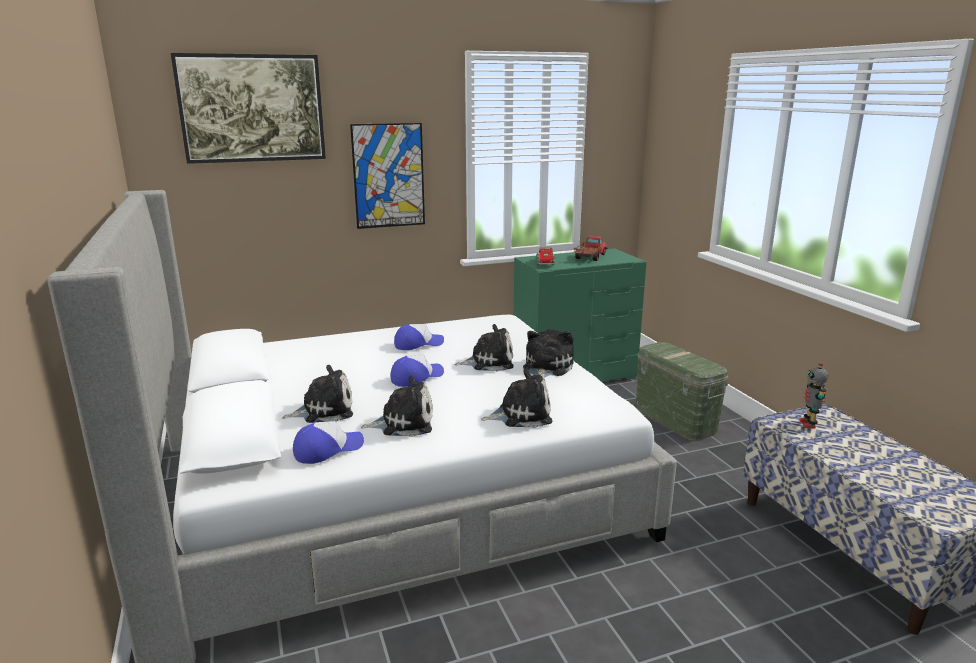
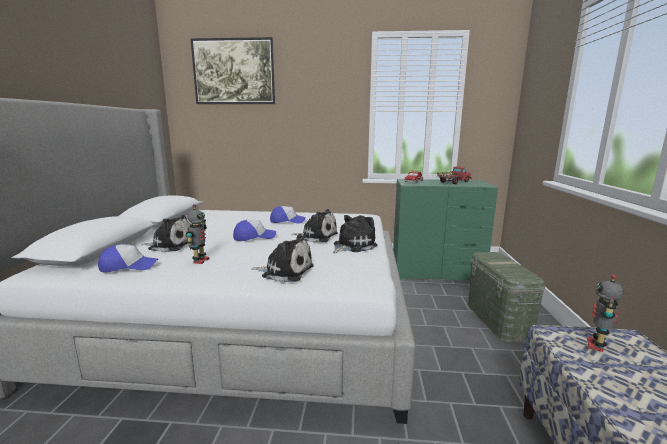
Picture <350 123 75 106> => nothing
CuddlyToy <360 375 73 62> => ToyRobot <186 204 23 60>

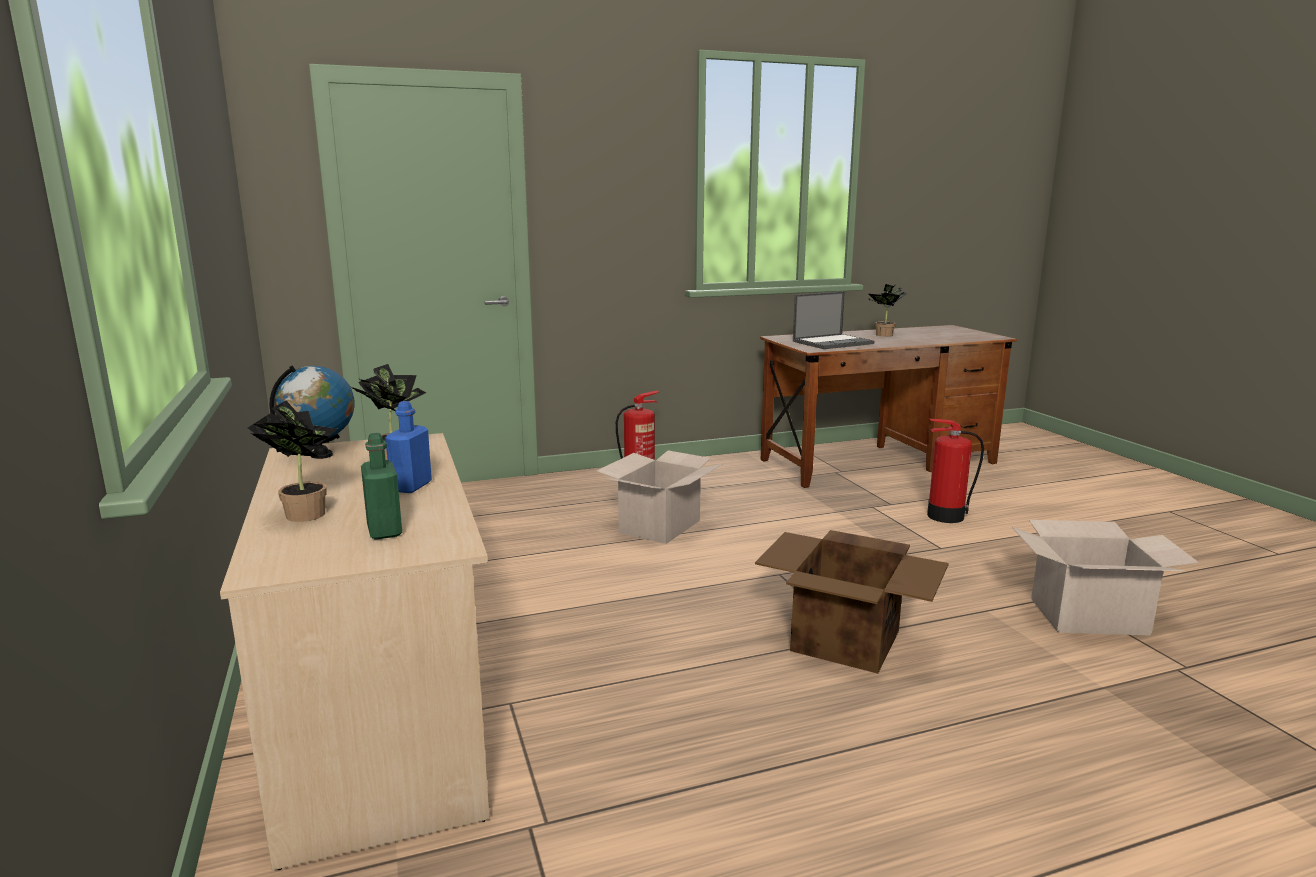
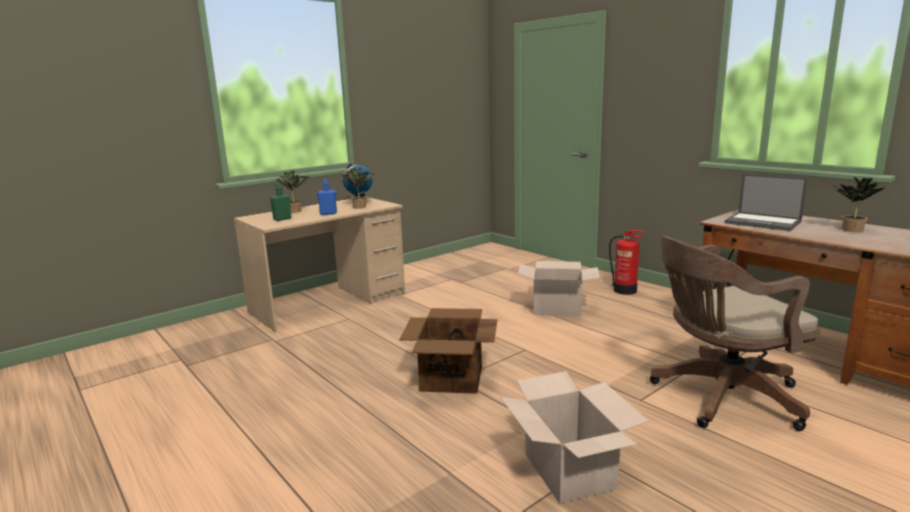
FireFightingCylinder <927 418 57 105> => BrownColouredComputerChair <650 235 171 196>

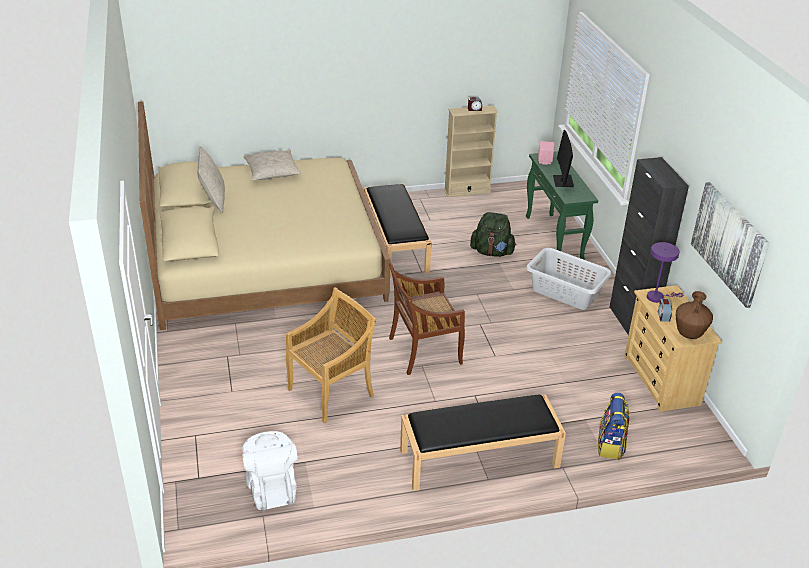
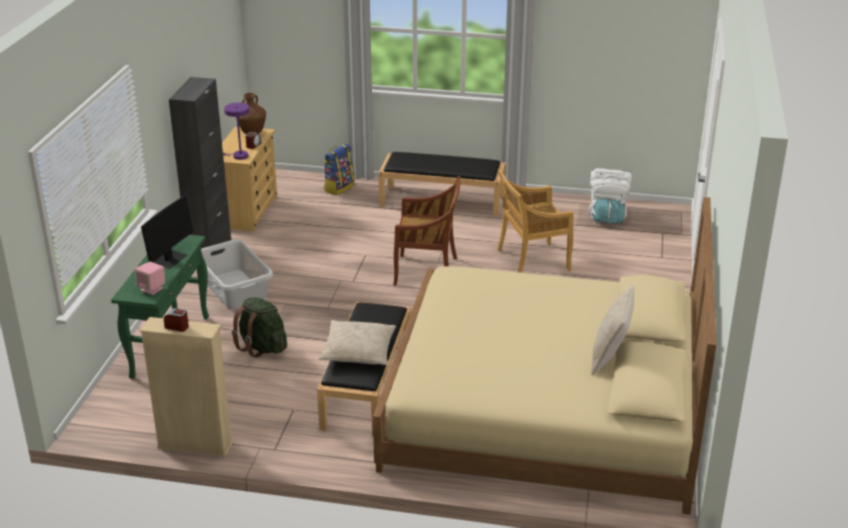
Picture <691 182 78 126> => nothing
SandColouredPillow <244 150 57 30> => SandColouredPillow <319 320 77 45>, relocated

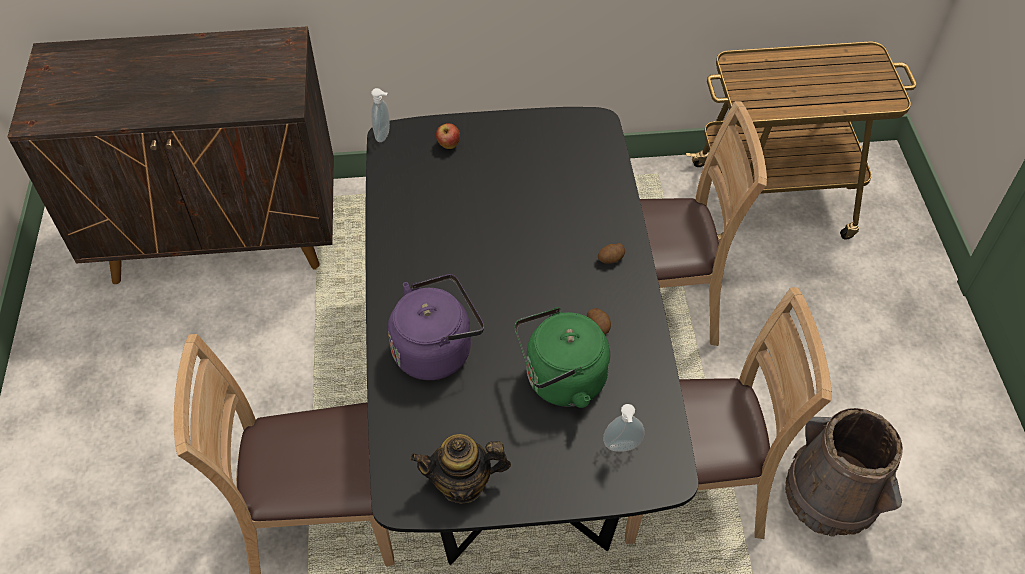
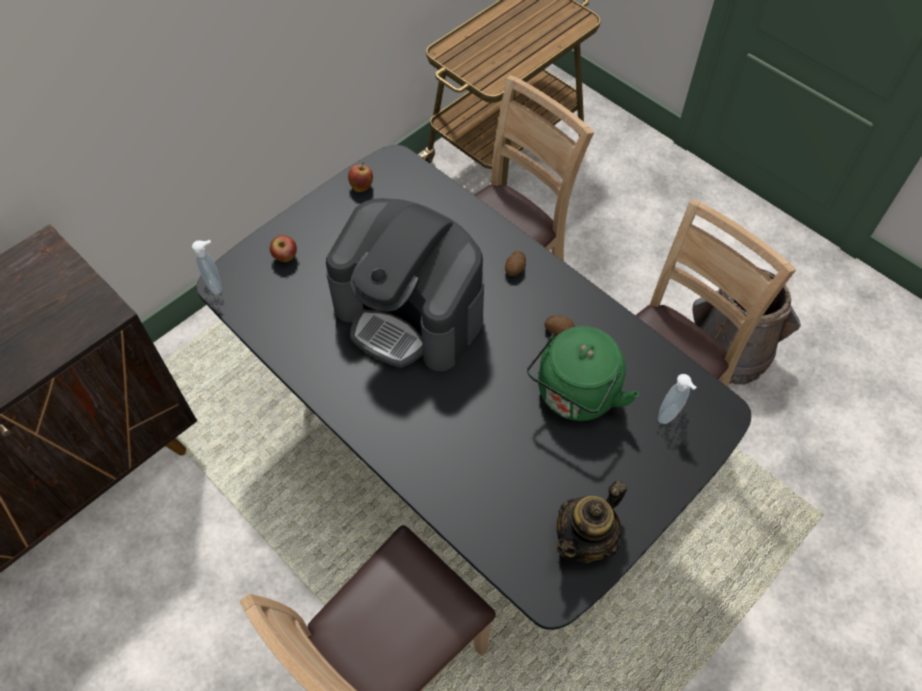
PurplishKettle <388 274 96 106> => nothing
nothing => CoffeeMachine <326 198 158 173>
nothing => WholeApple <348 162 25 30>

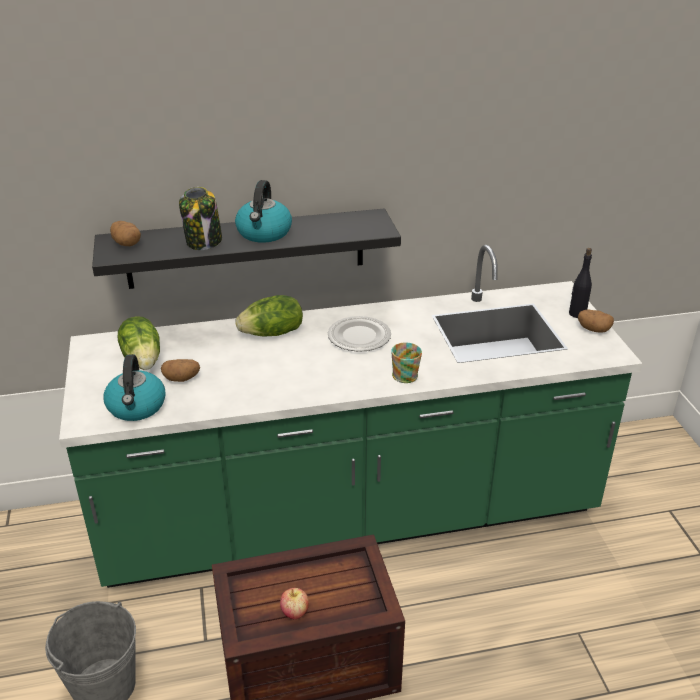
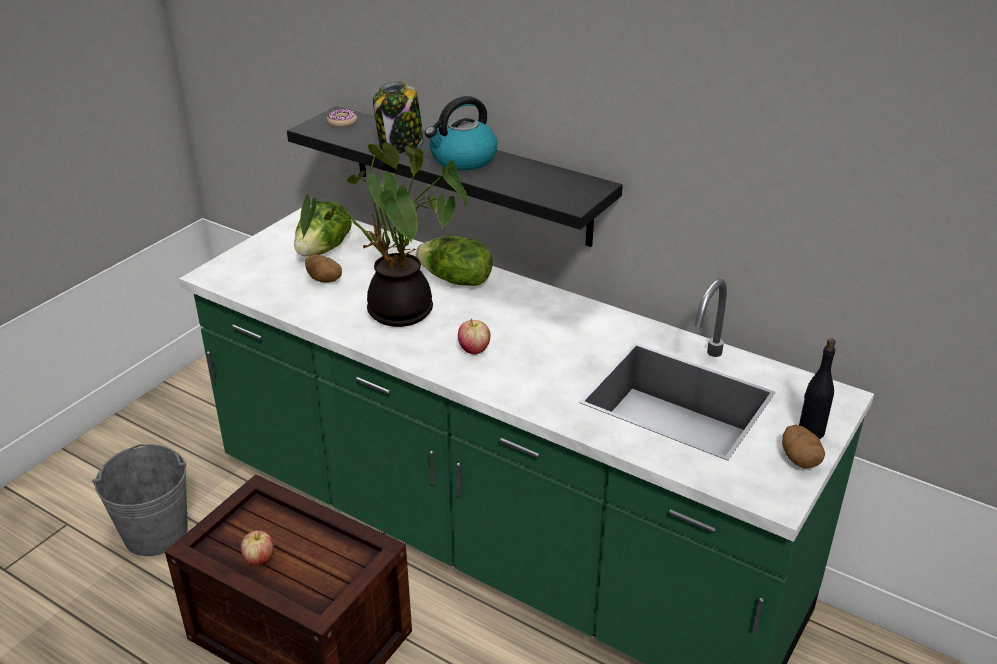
Kettle <104 354 62 67> => nothing
DinnerPlate <328 316 63 36> => nothing
Mug <391 343 31 40> => nothing
nothing => PottedPlant <300 143 168 184>
nothing => WholeApple <458 318 32 37>
Potato <110 221 31 25> => Donut <327 109 30 18>

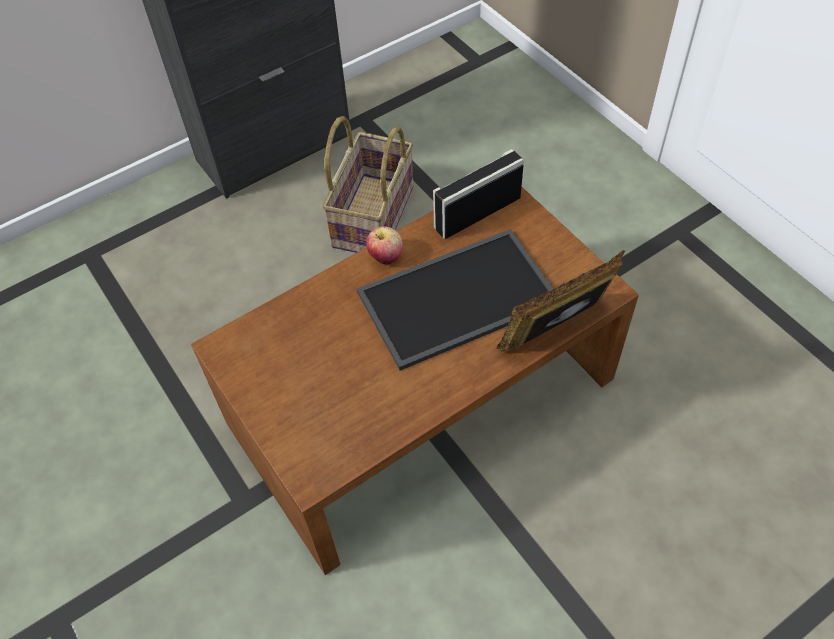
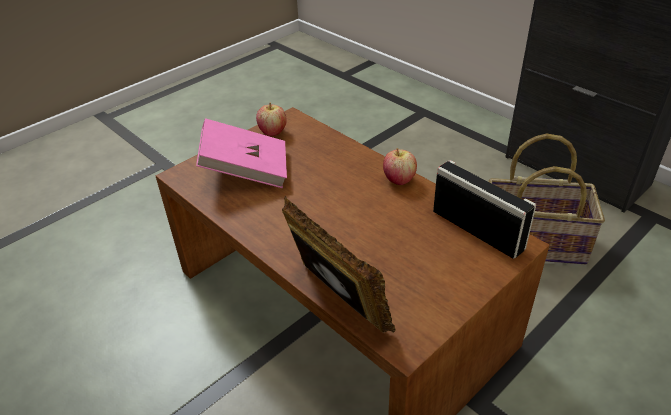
Tray <357 229 196 141> => nothing
nothing => PinkVolume <196 118 91 70>
nothing => WholeApple <256 103 31 33>

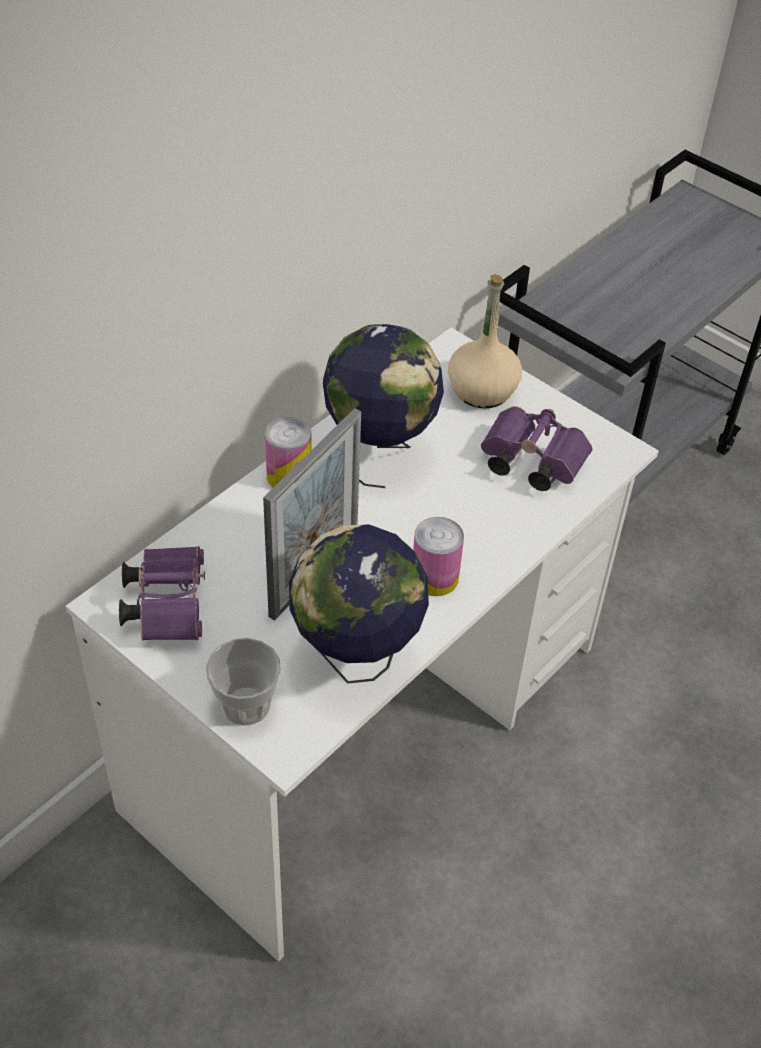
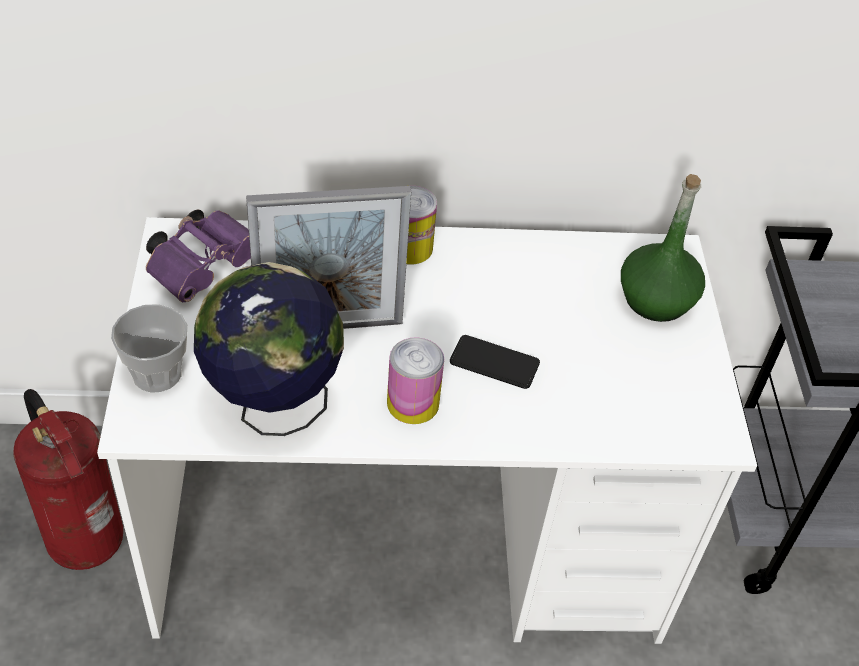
DeskGlobe <323 324 121 164> => nothing
PurplishPairOfBinoculars <481 406 111 85> => nothing
nothing => FireFightingCylinder <13 389 110 181>
nothing => Telephone <450 335 90 54>
SandColouredBeverageBottle <448 274 74 135> => GreenBeverageBottle <621 174 84 148>

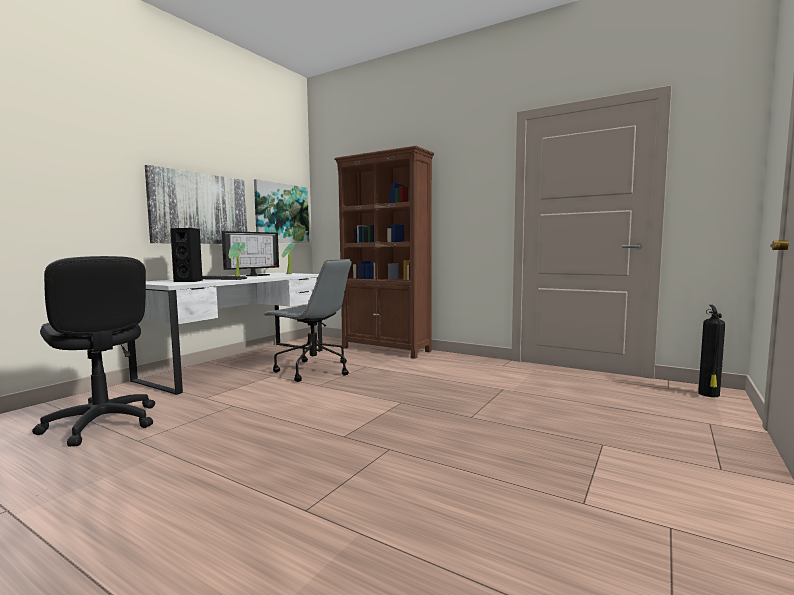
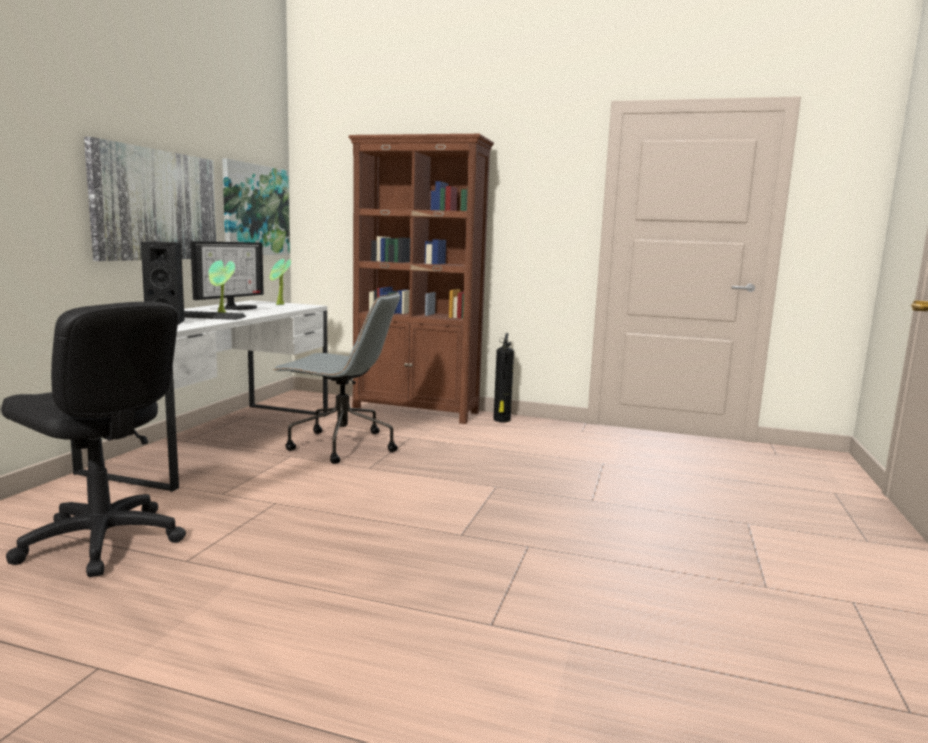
FireFightingCylinder <698 305 27 92> => FireFightingCylinder <493 333 21 89>, relocated

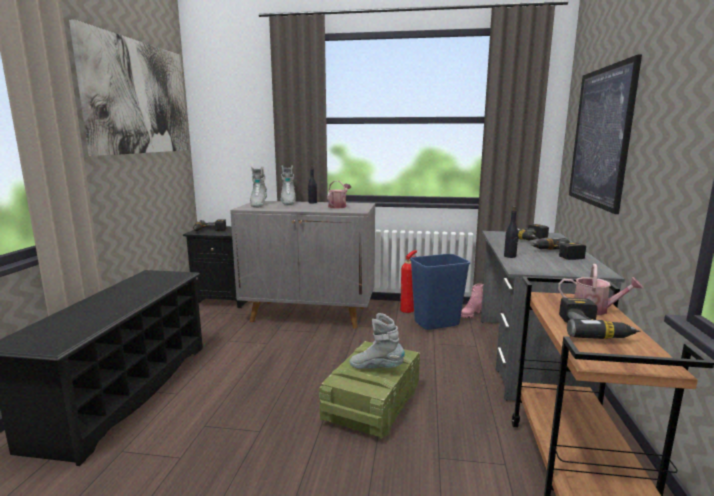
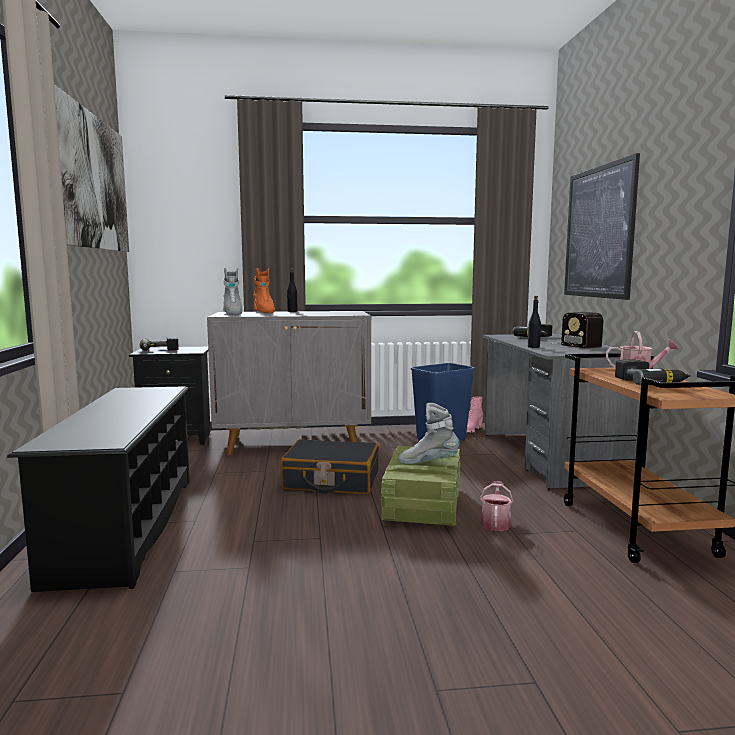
FireFightingCylinder <400 250 17 63> => nothing
nothing => BlackColouredSuitcase <280 439 99 55>
WateringPot <327 181 24 27> => WateringPot <480 481 33 50>, relocated
PowerDrill <531 238 55 22> => Radio <550 312 53 37>
GreyBoot <280 165 16 40> => OrangeColouredBoot <253 268 22 45>

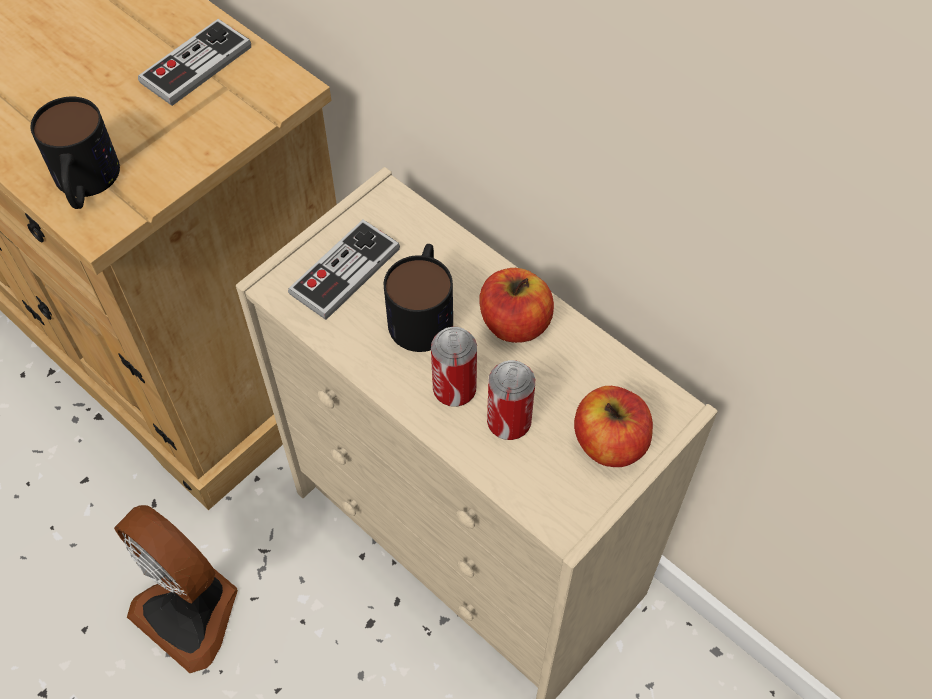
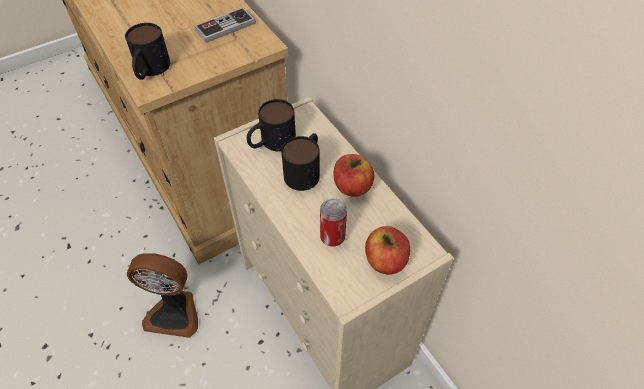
SealedCan <431 327 46 80> => nothing
Joypad <288 220 112 100> => Mug <247 99 49 52>
ElectricFan <114 505 124 168> => ElectricFan <127 253 71 85>, 45 degrees counterclockwise

